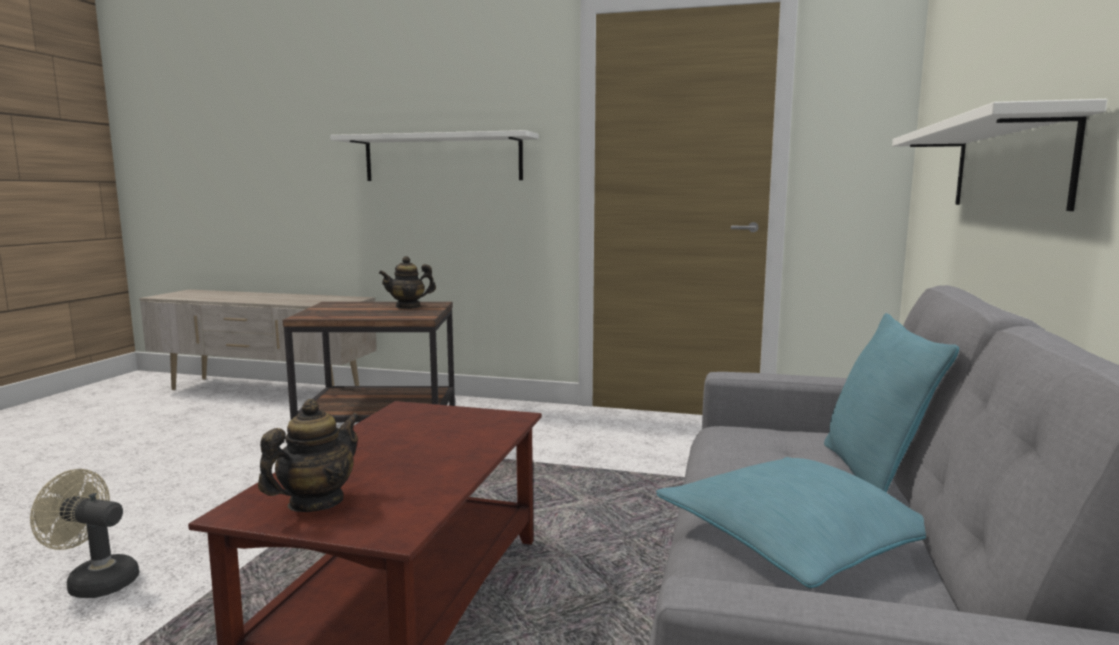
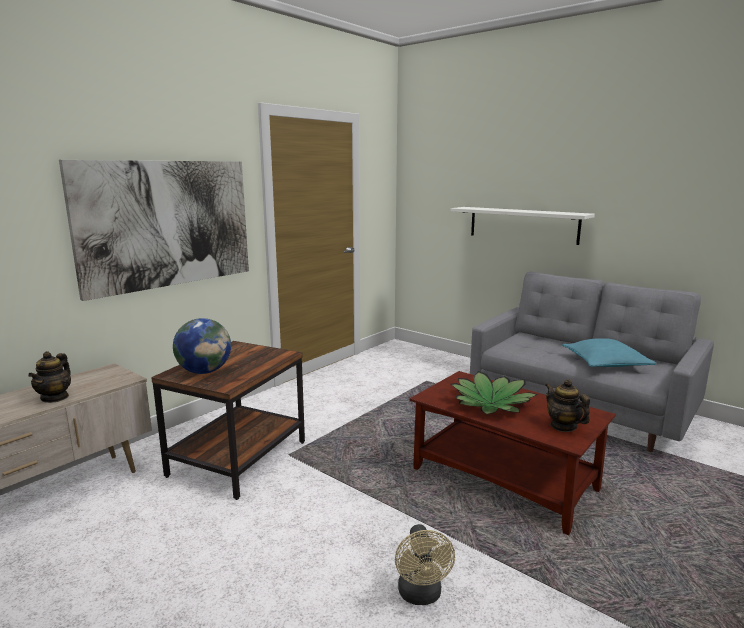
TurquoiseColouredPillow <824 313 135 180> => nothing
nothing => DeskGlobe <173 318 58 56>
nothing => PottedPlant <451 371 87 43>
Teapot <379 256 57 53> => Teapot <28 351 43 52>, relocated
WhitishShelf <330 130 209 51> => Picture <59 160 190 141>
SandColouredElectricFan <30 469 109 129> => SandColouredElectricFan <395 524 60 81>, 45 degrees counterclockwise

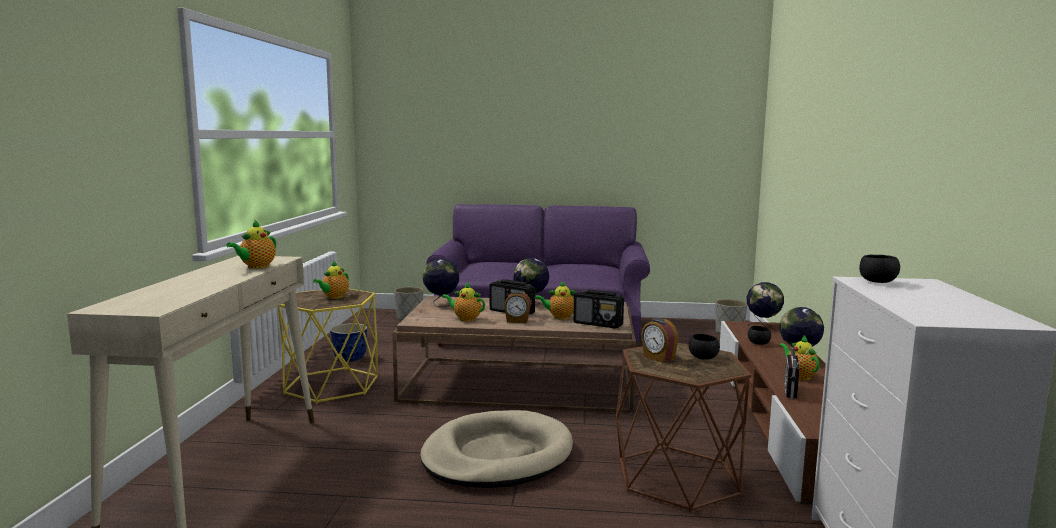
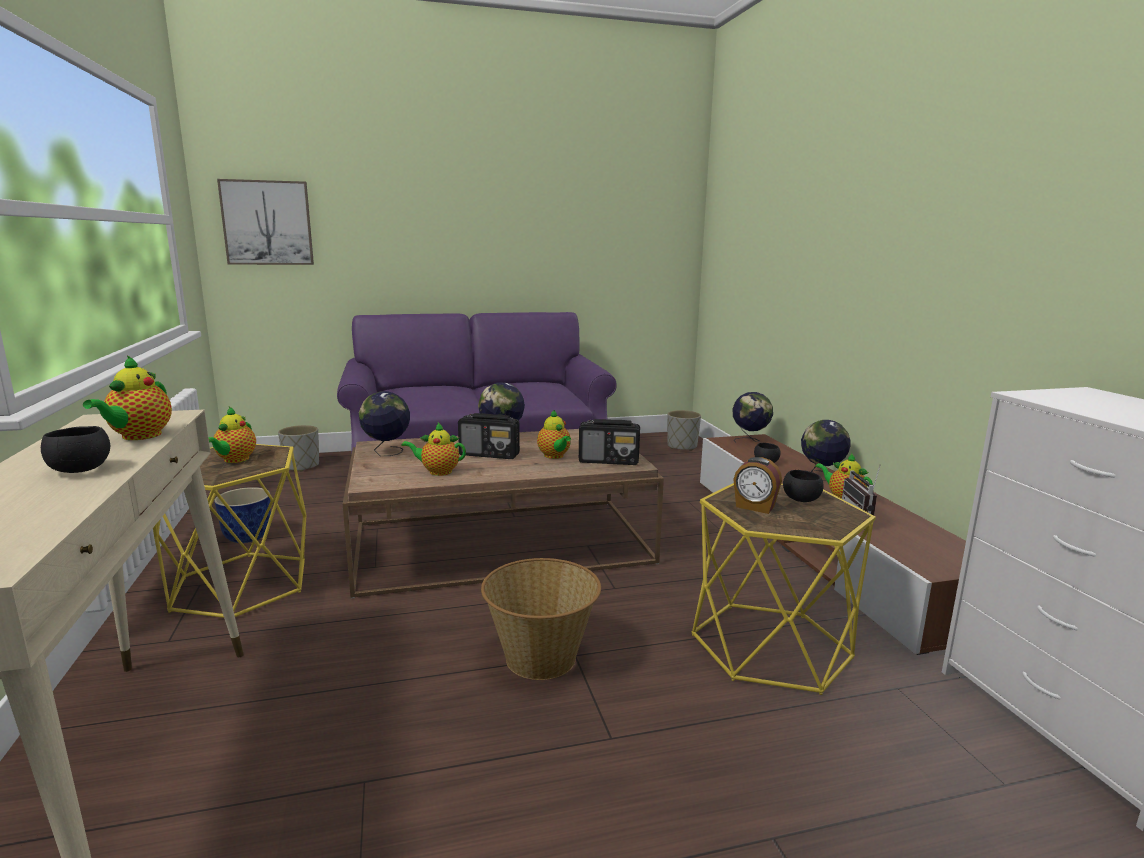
BedsideClock <504 291 27 32> => nothing
nothing => Picture <217 179 97 86>
BlackColouredServingBowl <859 255 41 28> => BlackColouredServingBowl <41 426 69 47>, relocated
SandColouredDogBed <420 410 153 78> => Basket <481 558 120 122>
BrownColouredAccentTable <616 343 135 169> => YellowAccentTable <692 483 184 212>
Teapot <535 281 42 39> => Teapot <537 410 34 49>, 90 degrees counterclockwise

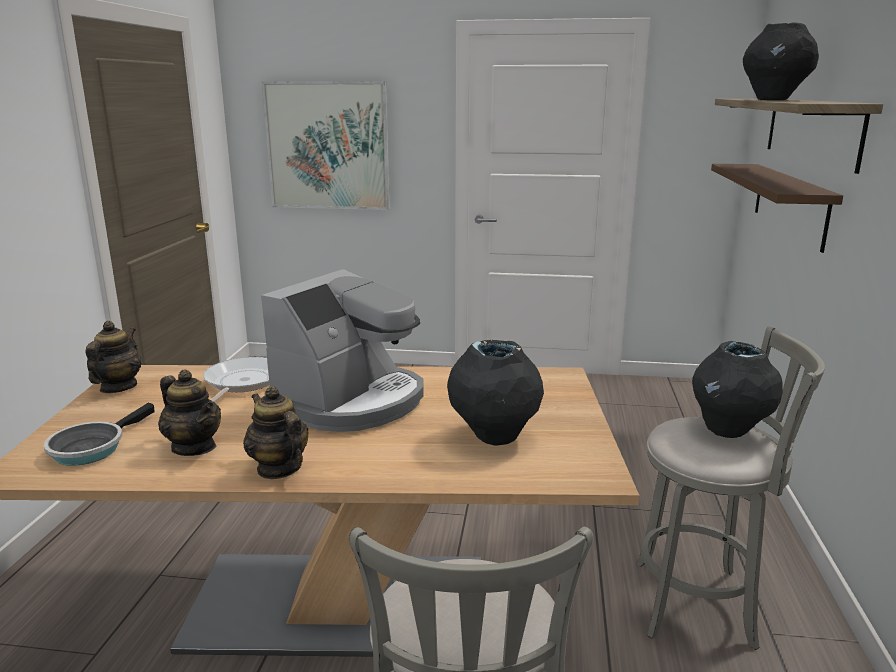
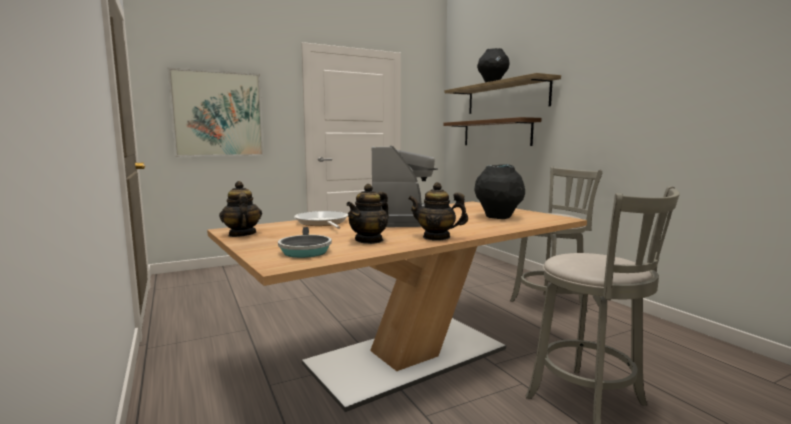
BlackColouredFlowerVase <692 341 91 97> => nothing
Teapot <158 370 63 86> => Teapot <346 184 43 60>, 120 degrees clockwise

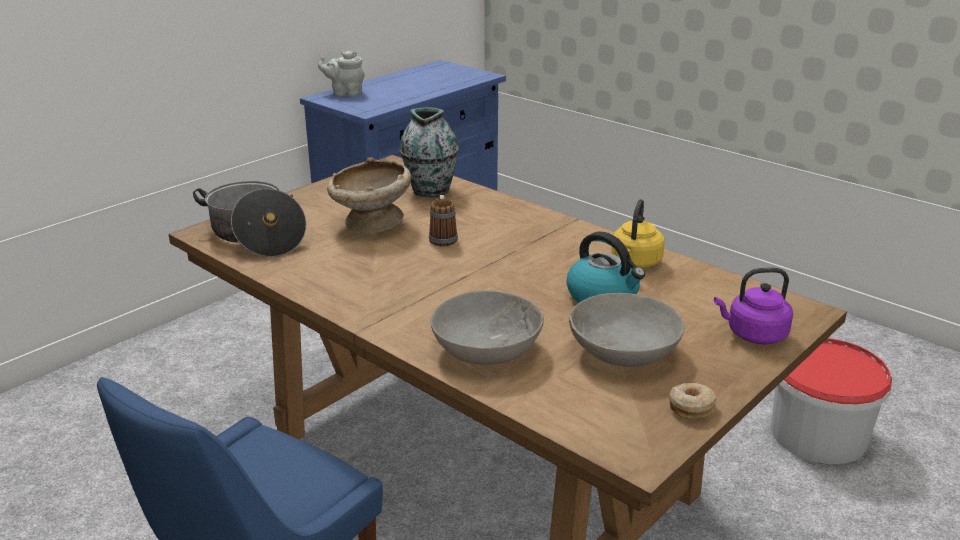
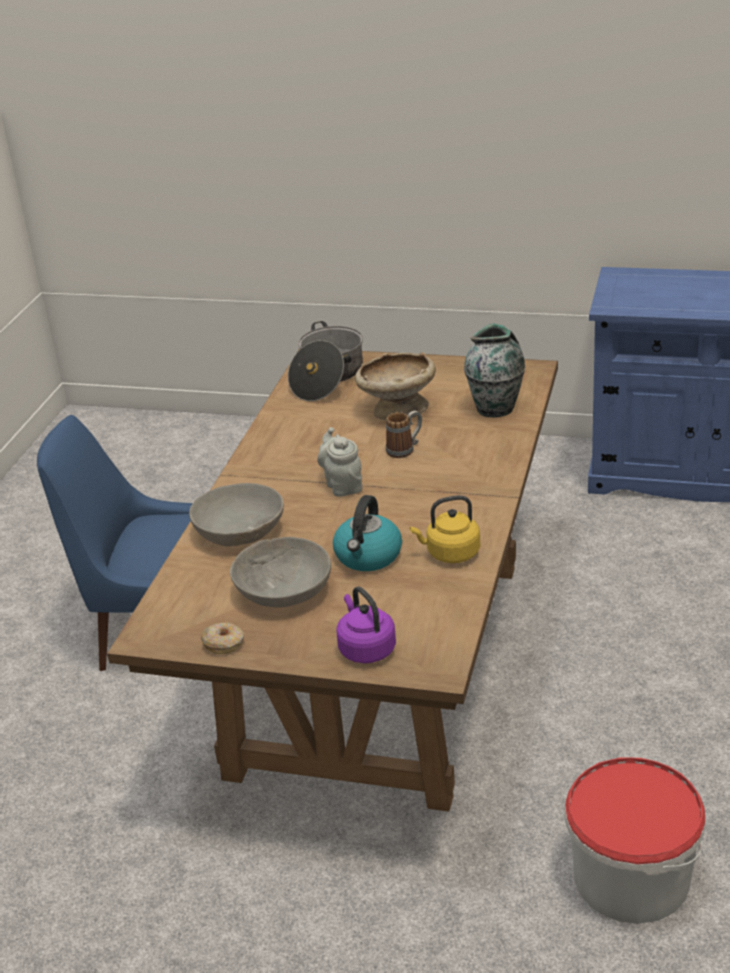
GreyTeapot <318 51 47 46> => GreyTeapot <317 427 45 70>, relocated

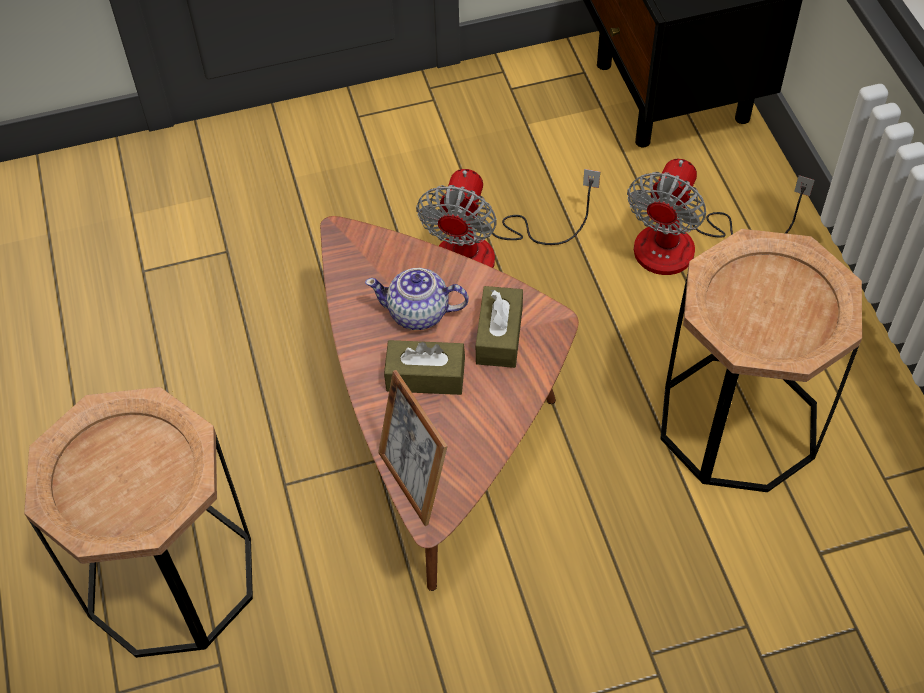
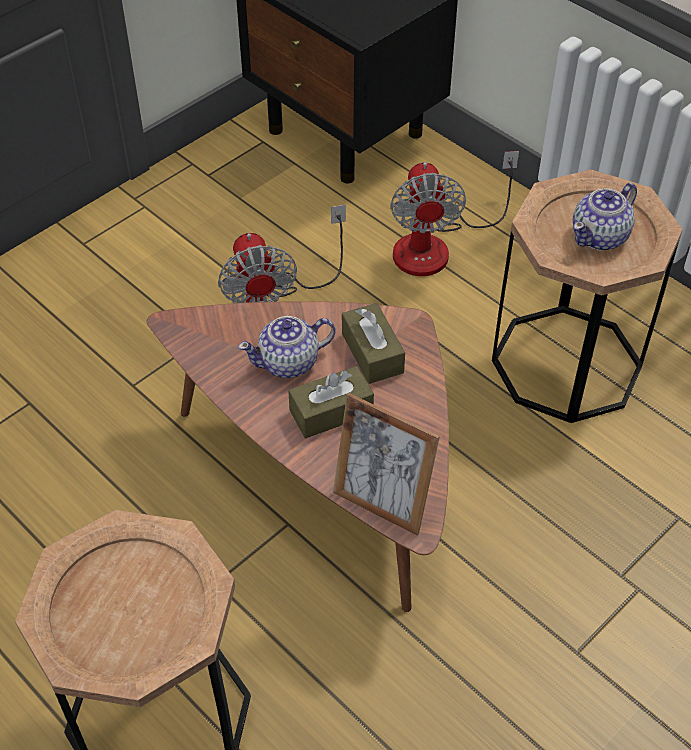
nothing => Teapot <573 183 64 67>

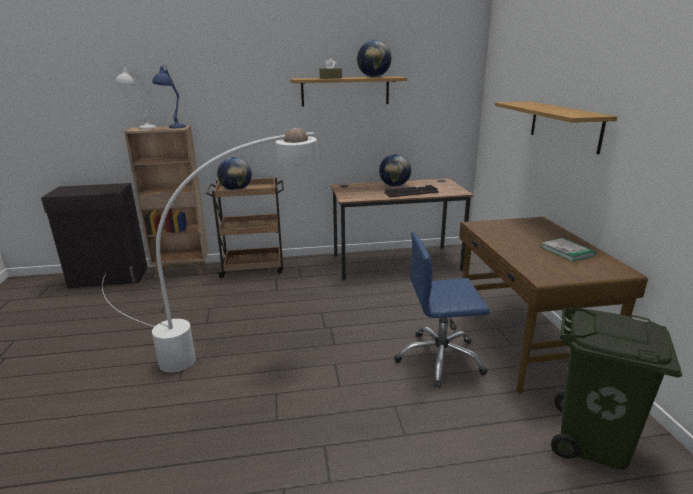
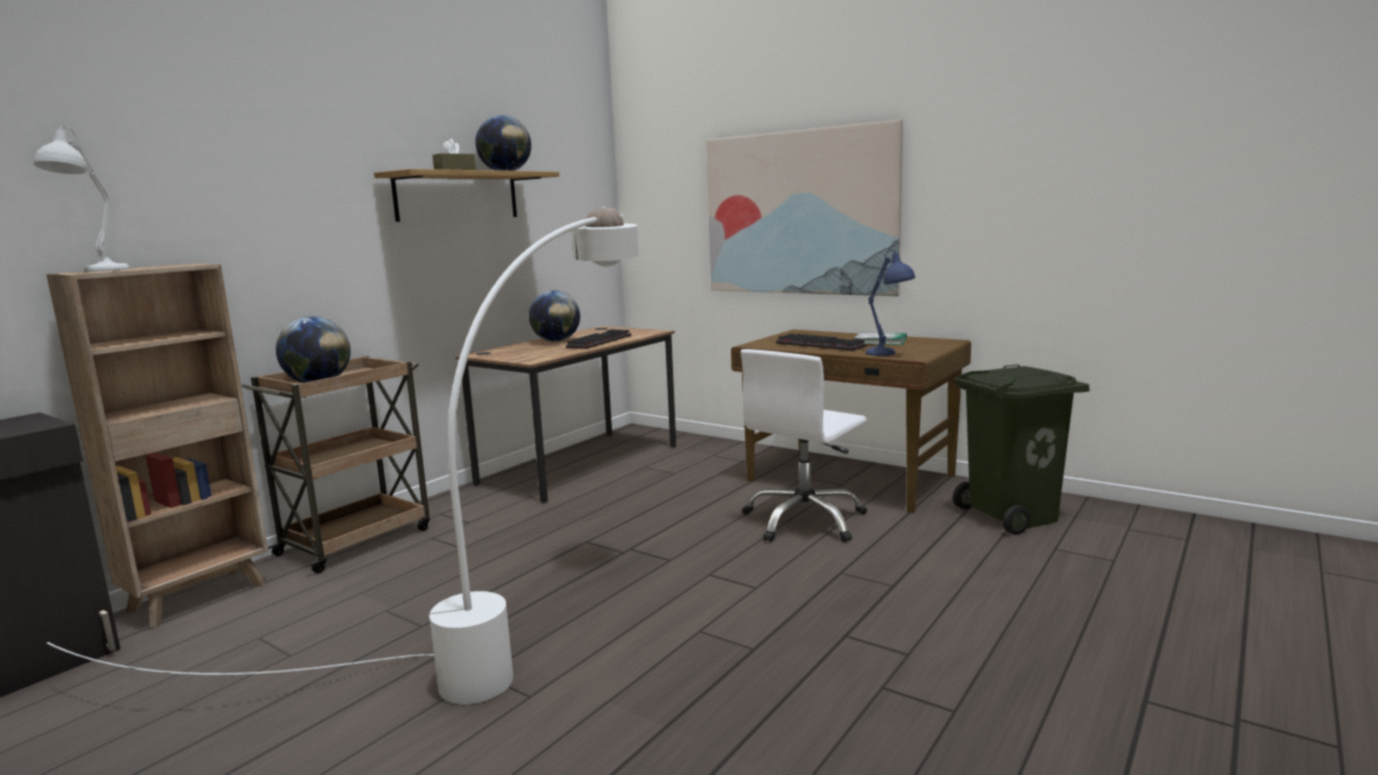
nothing => ComputerKeyboard <776 333 90 18>
BlueColouredTabletopLamp <152 65 34 63> => BlueColouredTabletopLamp <866 250 49 106>, relocated
Shelf <495 101 122 54> => Picture <706 120 197 176>
BlueColouredComputerChair <394 232 96 156> => WhitishComputerChair <741 349 126 193>

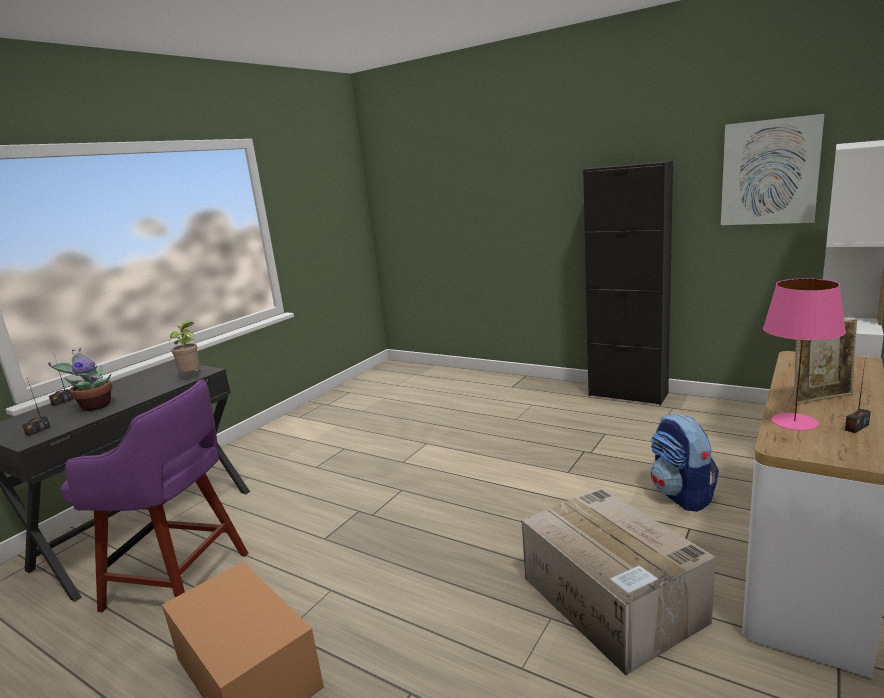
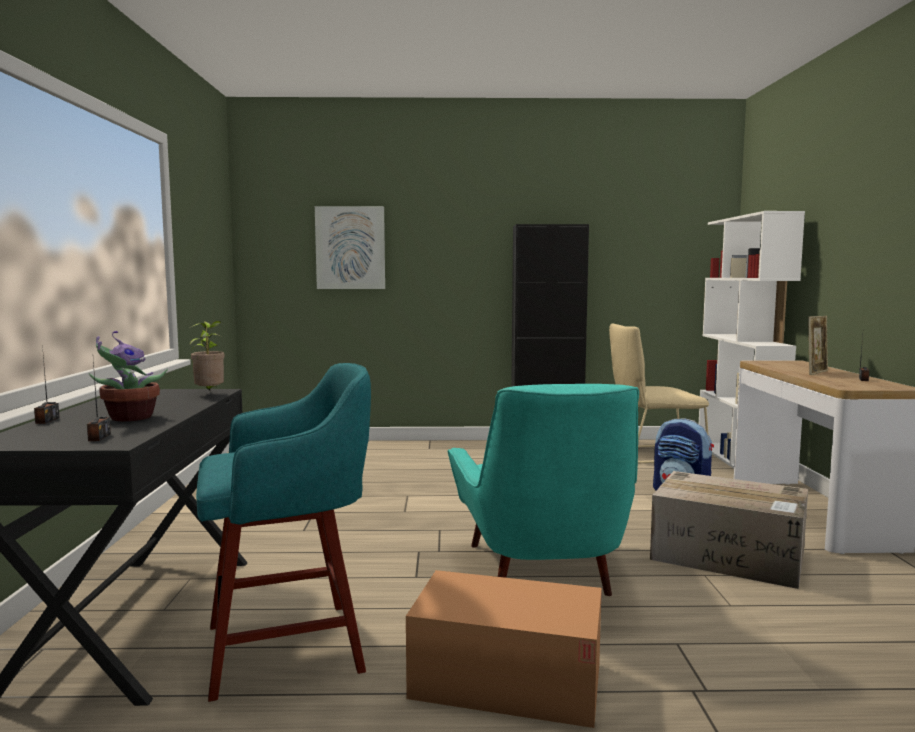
PinkTabletopLamp <763 278 83 152> => nothing
nothing => TurquoiseColouredLoungeChair <448 384 191 212>
nothing => SandColouredPlainChair <609 324 100 139>
Picture <721 114 103 111> => Picture <315 206 70 83>, relocated
PurplishStoolSeat <60 379 188 233> => TurquoiseColouredStoolSeat <196 363 175 339>

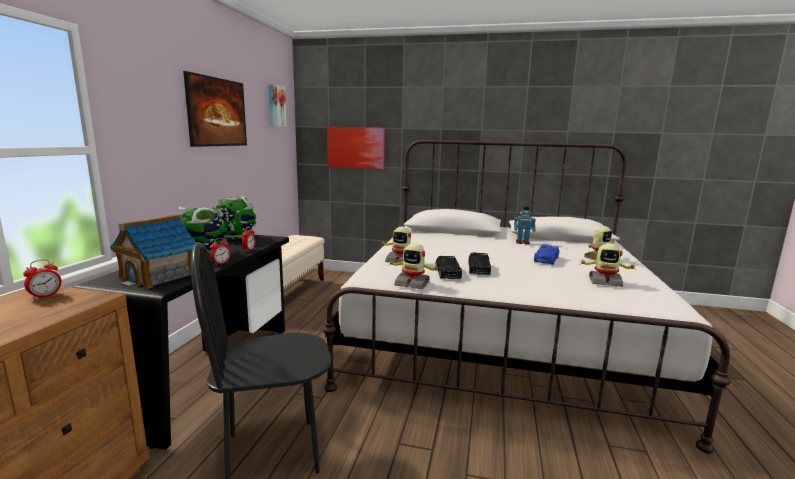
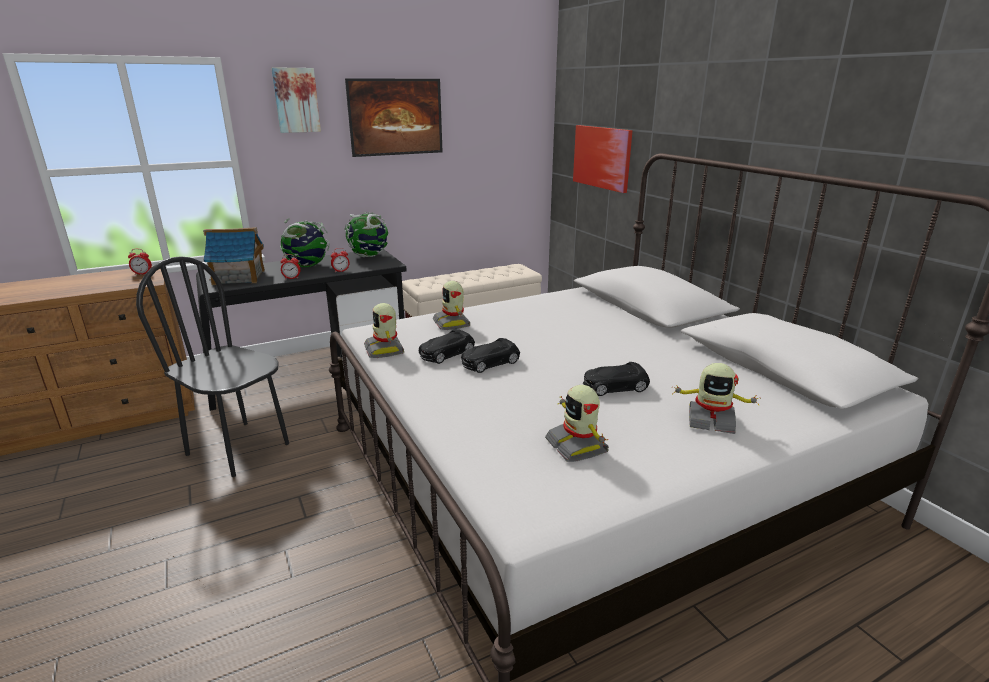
ToyRobot <514 206 22 38> => nothing
Picture <268 84 19 43> => Picture <271 67 50 66>, relocated
BlueColouredMiniatureCar <534 244 25 21> => BlackColouredMiniatureCar <583 362 67 34>

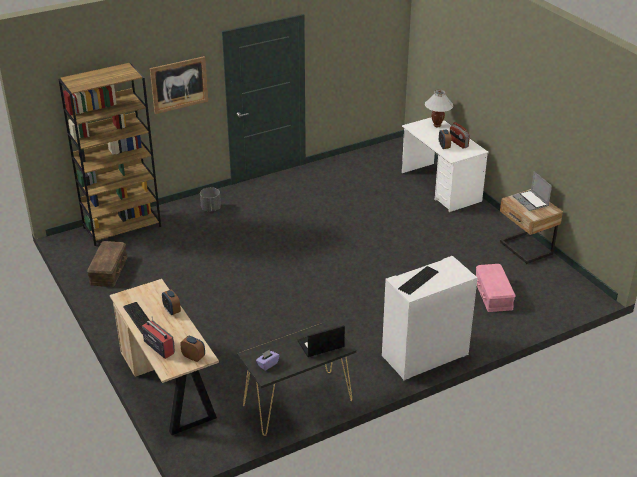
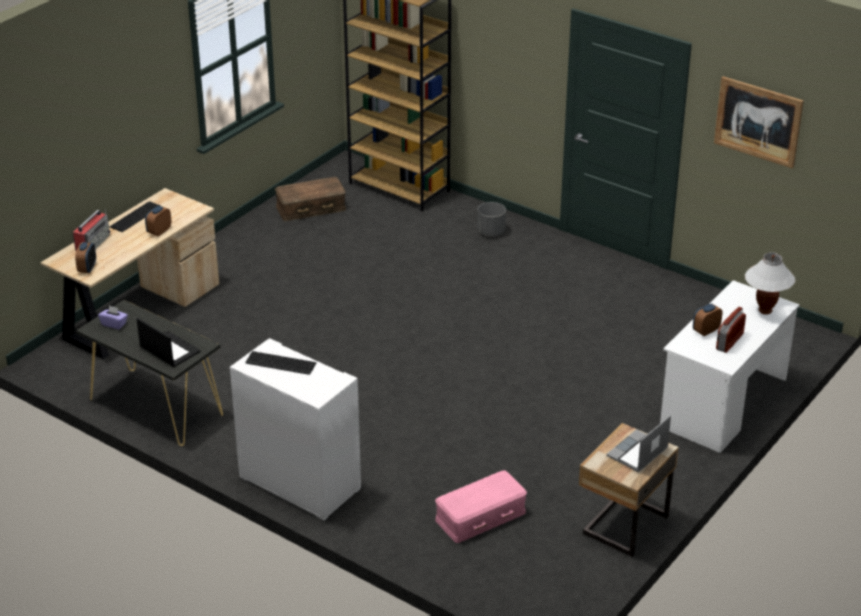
Picture <150 56 58 58> => Picture <714 76 90 93>, relocated

